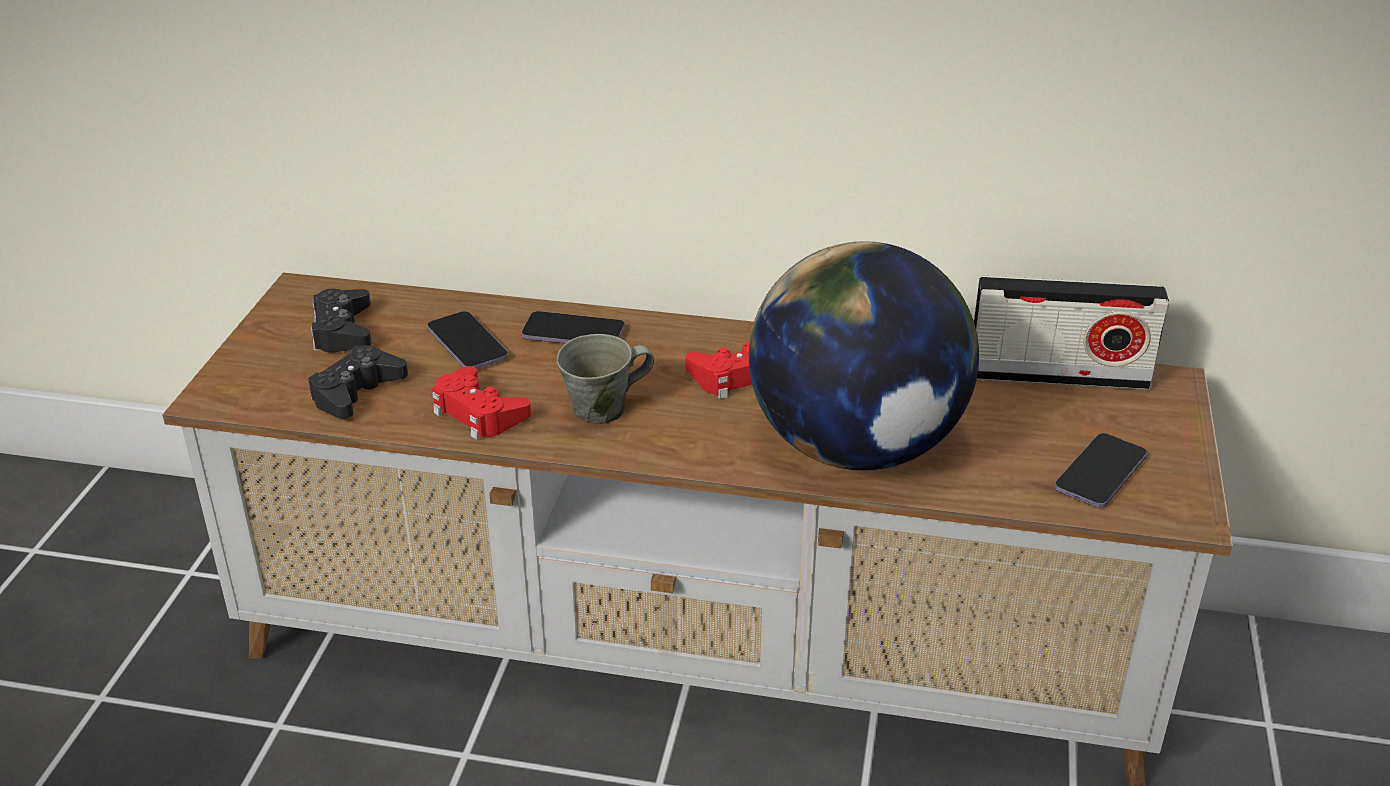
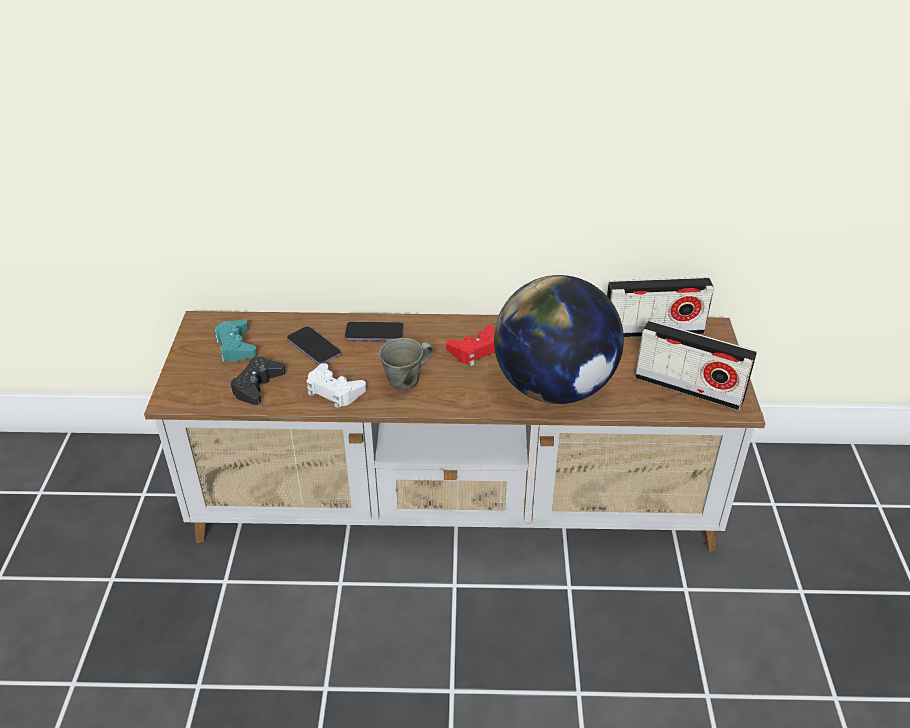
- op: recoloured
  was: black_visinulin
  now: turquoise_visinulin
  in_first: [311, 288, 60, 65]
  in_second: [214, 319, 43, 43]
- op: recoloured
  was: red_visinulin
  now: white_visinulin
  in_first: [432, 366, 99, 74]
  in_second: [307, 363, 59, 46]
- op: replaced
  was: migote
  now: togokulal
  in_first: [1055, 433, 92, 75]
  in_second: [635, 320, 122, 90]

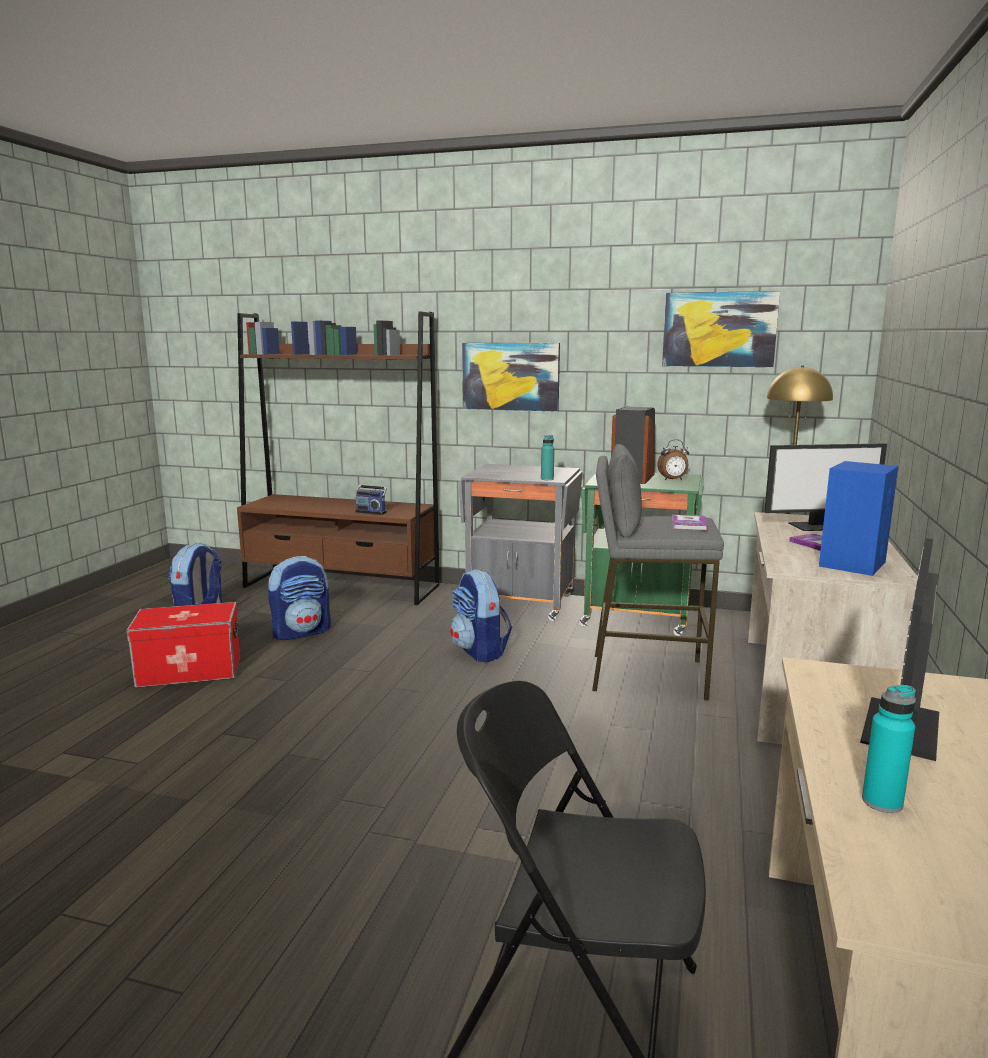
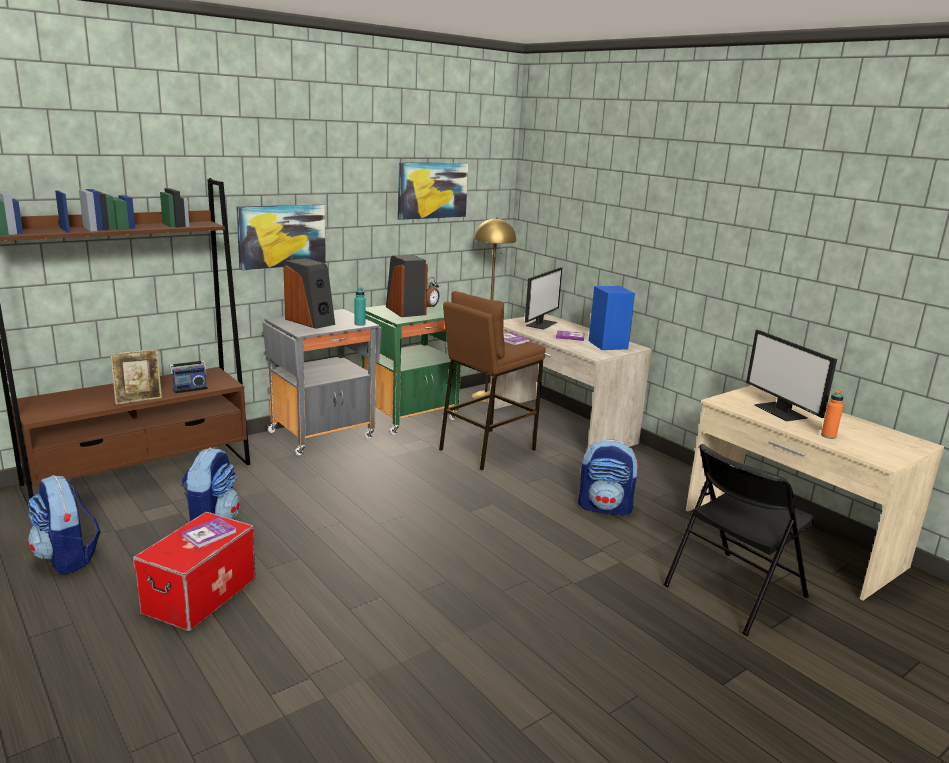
- op: added
  now: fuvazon
  in_second: [110, 349, 52, 56]
- op: added
  now: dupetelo
  in_second: [181, 517, 56, 32]
- op: added
  now: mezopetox
  in_second: [283, 258, 52, 71]
- op: recoloured
  was: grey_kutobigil
  now: brown_kutobigil
  in_first: [592, 444, 132, 257]
  in_second: [439, 291, 107, 180]
- op: moved
  was: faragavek
  in_first: [450, 569, 62, 94]
  in_second: [578, 439, 61, 77]
- op: recoloured
  was: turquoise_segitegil
  now: orange_segitegil
  in_first: [862, 685, 54, 128]
  in_second: [821, 390, 23, 49]

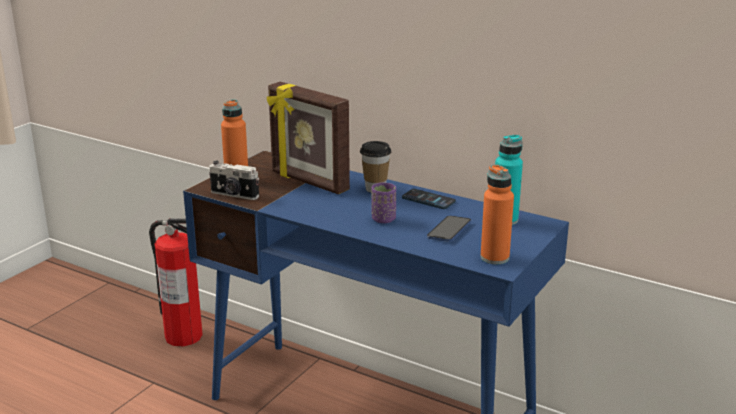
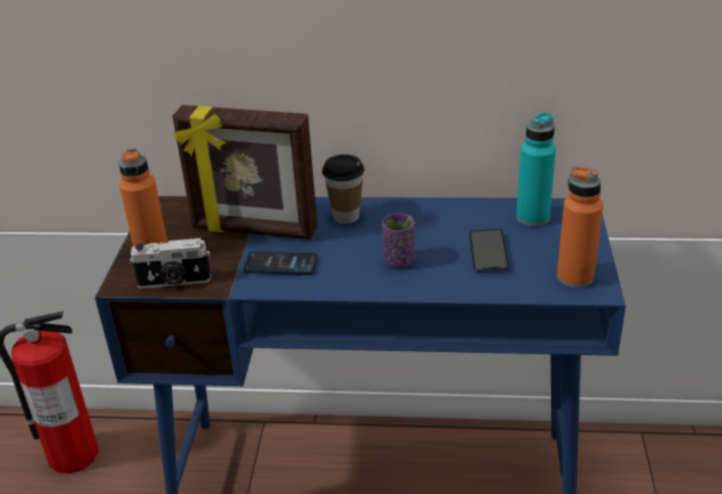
- op: moved
  was: migote
  in_first: [402, 189, 54, 20]
  in_second: [244, 251, 73, 24]

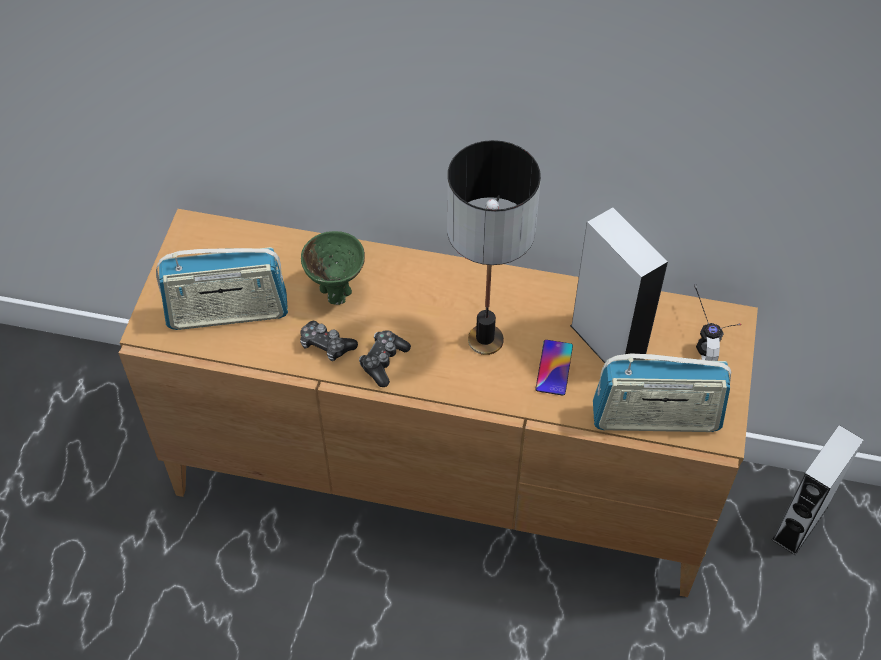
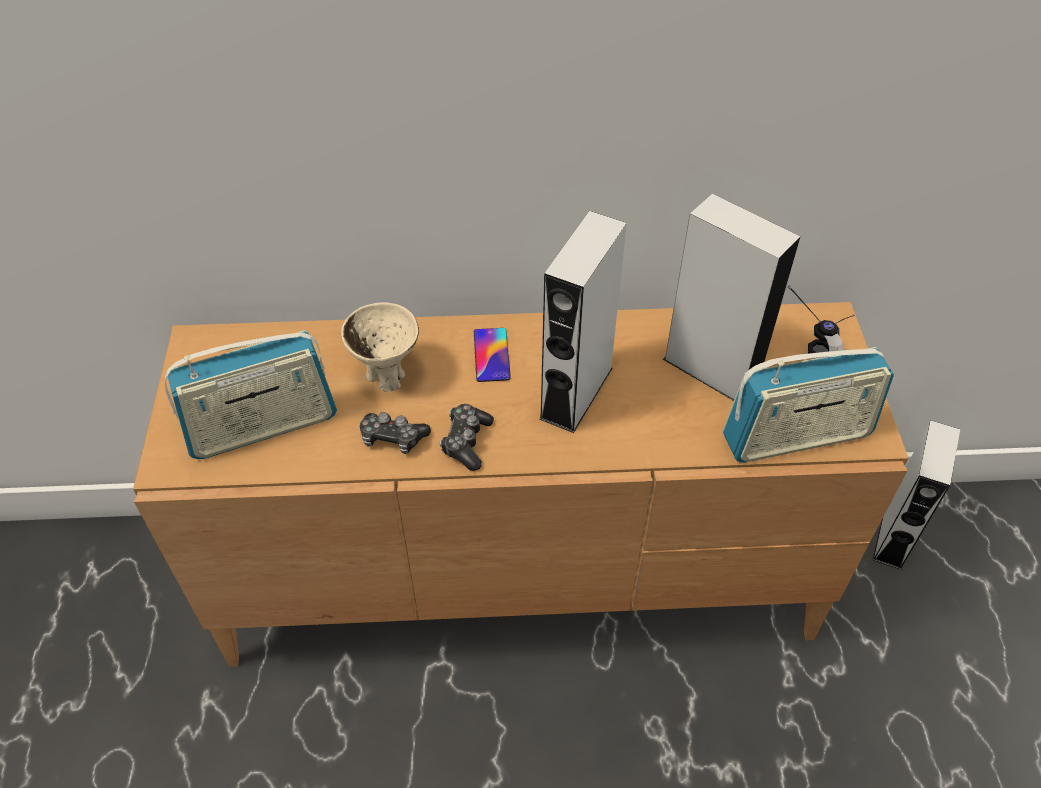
- op: recoloured
  was: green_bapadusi
  now: beige_bapadusi
  in_first: [301, 231, 64, 74]
  in_second: [341, 302, 78, 89]
- op: moved
  was: migote
  in_first: [535, 340, 38, 56]
  in_second: [474, 328, 37, 54]
- op: replaced
  was: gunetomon
  now: grey_mezopetox
  in_first: [447, 140, 94, 215]
  in_second: [539, 211, 88, 222]

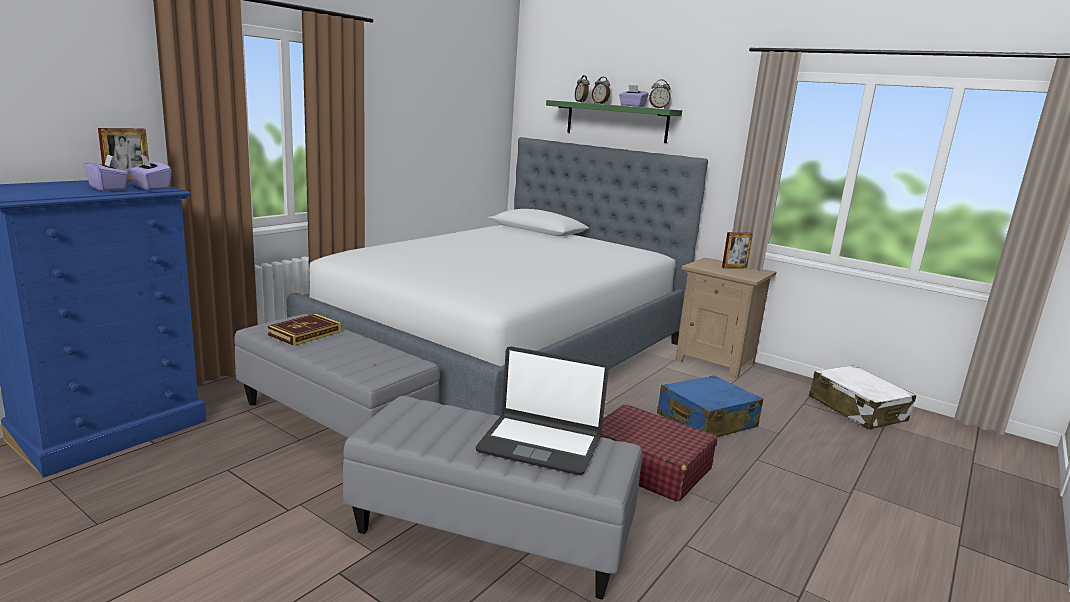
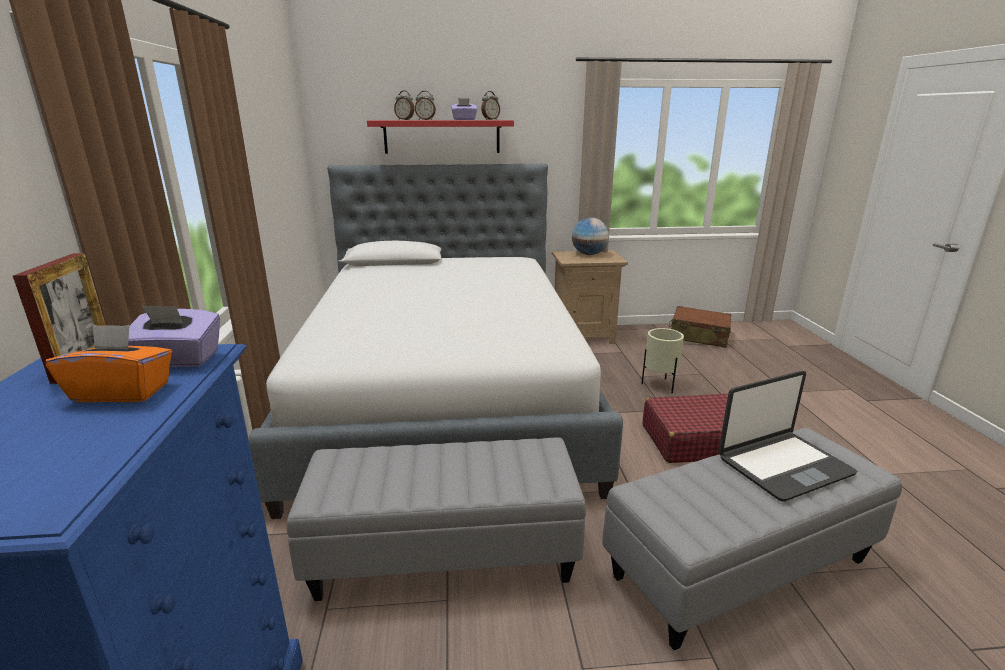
- op: recoloured
  was: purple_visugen
  now: orange_visugen
  in_first: [84, 154, 45, 37]
  in_second: [46, 325, 126, 77]
- op: recoloured
  was: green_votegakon
  now: red_votegakon
  in_first: [546, 100, 136, 43]
  in_second: [367, 120, 147, 34]
- op: replaced
  was: fuvazon
  now: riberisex
  in_first: [722, 232, 31, 36]
  in_second: [572, 217, 37, 38]
- op: replaced
  was: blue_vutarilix
  now: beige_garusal
  in_first: [657, 376, 106, 61]
  in_second: [641, 328, 43, 65]
- op: recoloured
  was: white_vutarilix
  now: brown_vutarilix
  in_first: [809, 365, 107, 64]
  in_second: [669, 306, 62, 42]
- op: removed
  was: dupetelo
  in_first: [268, 314, 73, 32]

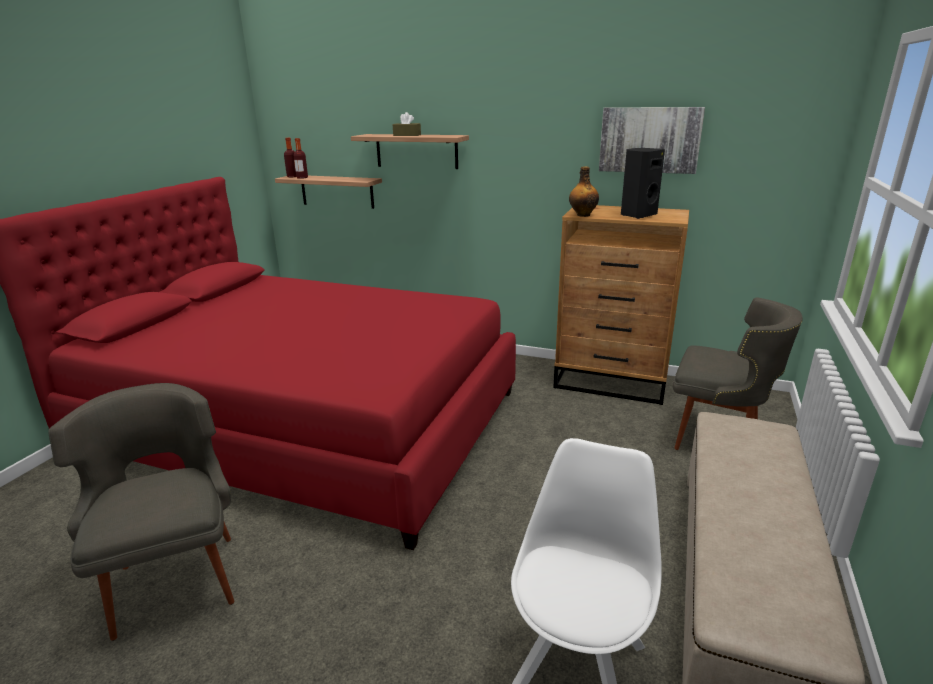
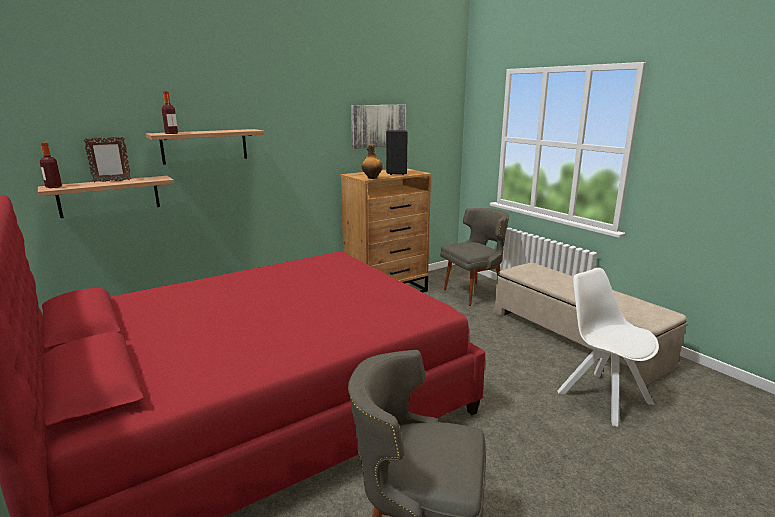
- op: added
  now: fuvazon
  in_second: [83, 137, 48, 45]
- op: moved
  was: segitegil
  in_first: [294, 138, 14, 41]
  in_second: [162, 91, 16, 43]
- op: removed
  was: brown_visugen
  in_first: [393, 112, 28, 24]

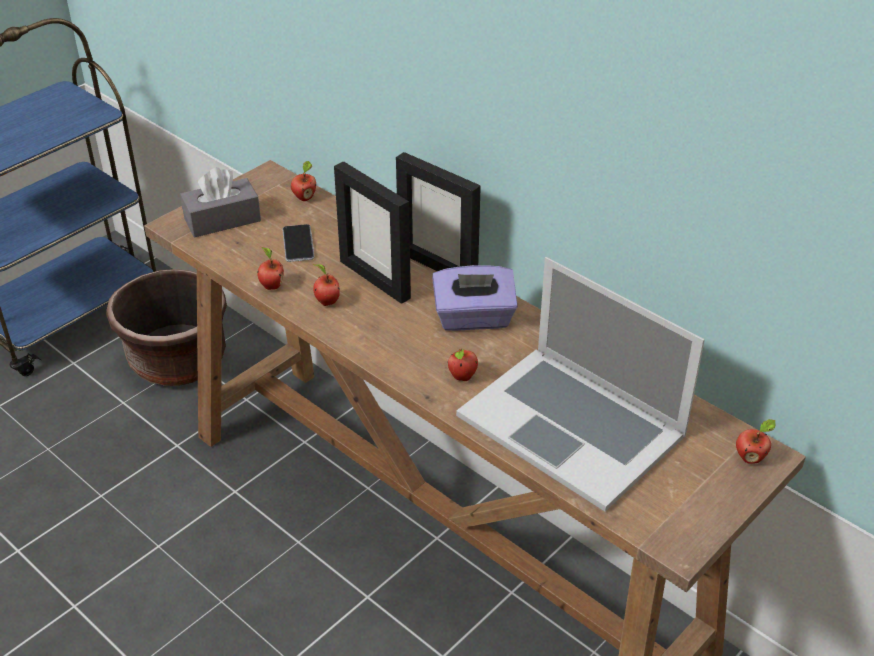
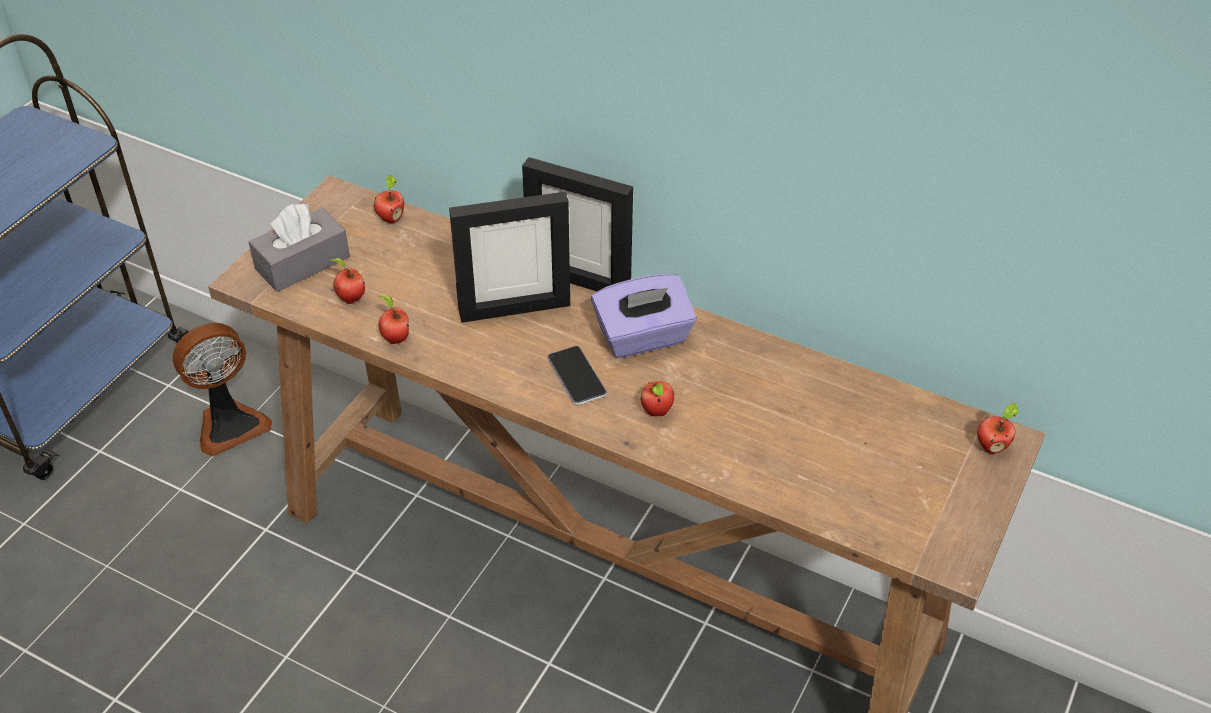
- op: replaced
  was: brown_garusal
  now: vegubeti
  in_first: [106, 269, 121, 117]
  in_second: [172, 323, 100, 134]
- op: moved
  was: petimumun
  in_first: [313, 264, 27, 42]
  in_second: [329, 258, 36, 46]
- op: turned
  was: fuvazon
  in_first: [334, 161, 77, 143]
  in_second: [449, 192, 121, 131]
  clockwise: -45
- op: moved
  was: migote
  in_first: [282, 224, 33, 38]
  in_second: [547, 346, 60, 59]
- op: removed
  was: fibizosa
  in_first: [456, 257, 249, 255]

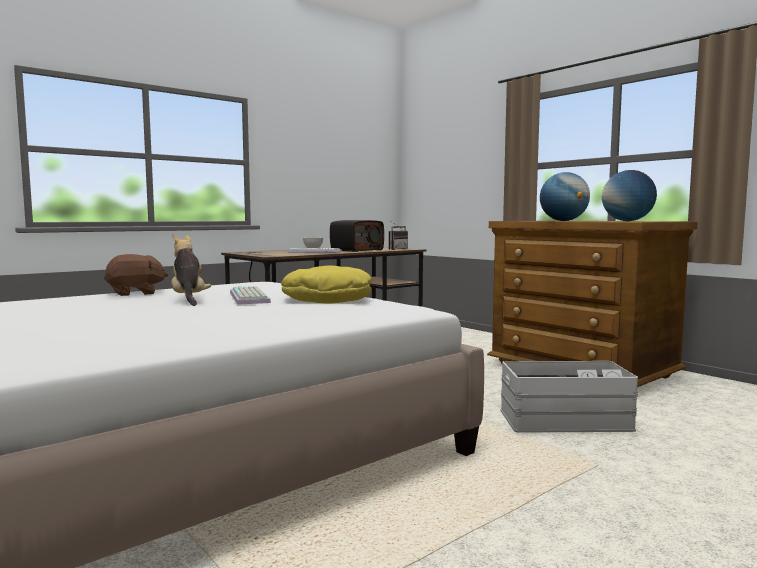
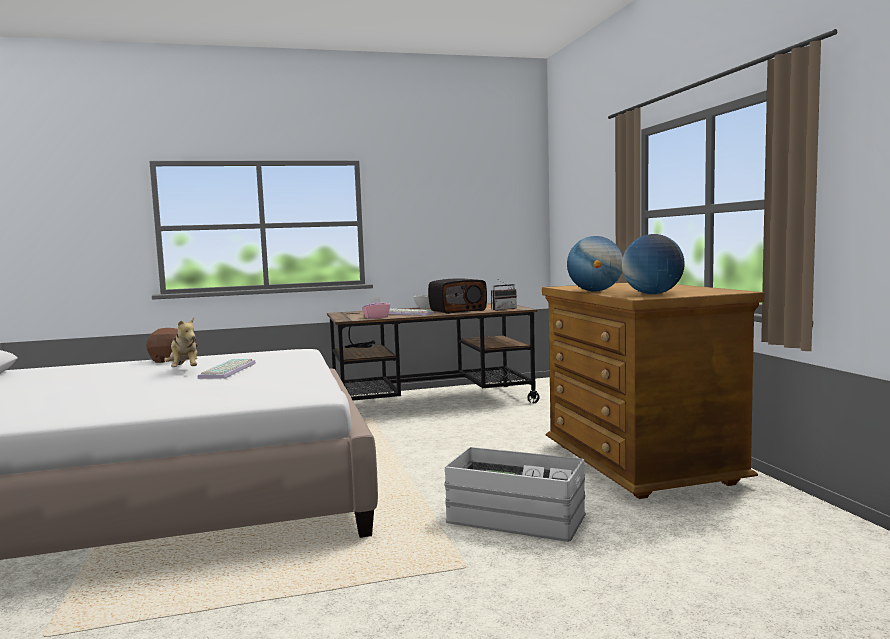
- op: turned
  was: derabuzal
  in_first: [171, 234, 40, 72]
  in_second: [164, 317, 33, 50]
  clockwise: 150
- op: added
  now: pink_visugen
  in_second: [362, 297, 28, 22]
- op: removed
  was: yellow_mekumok
  in_first: [281, 266, 90, 38]

